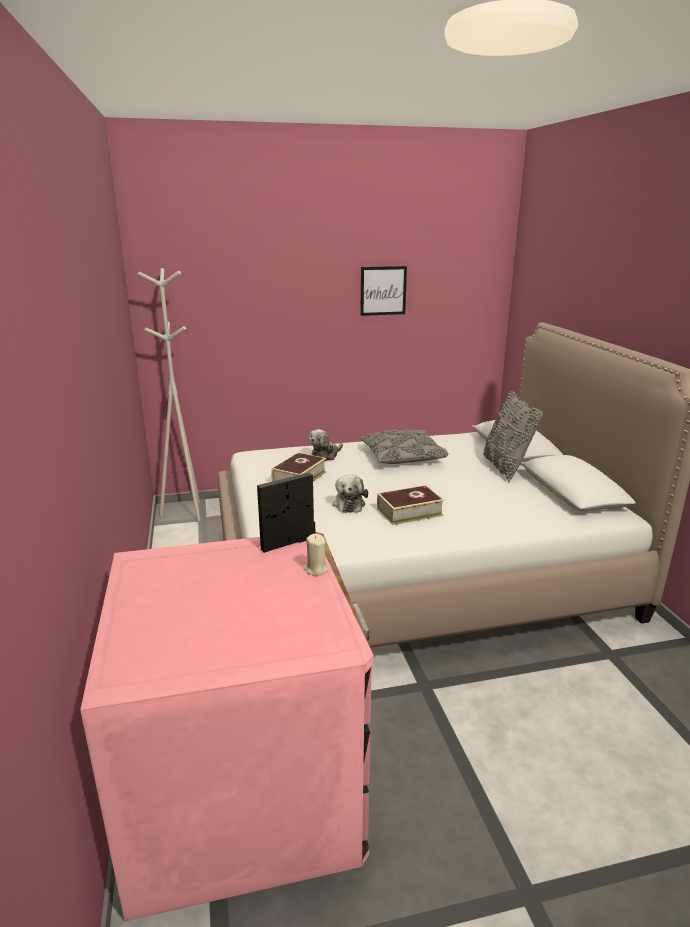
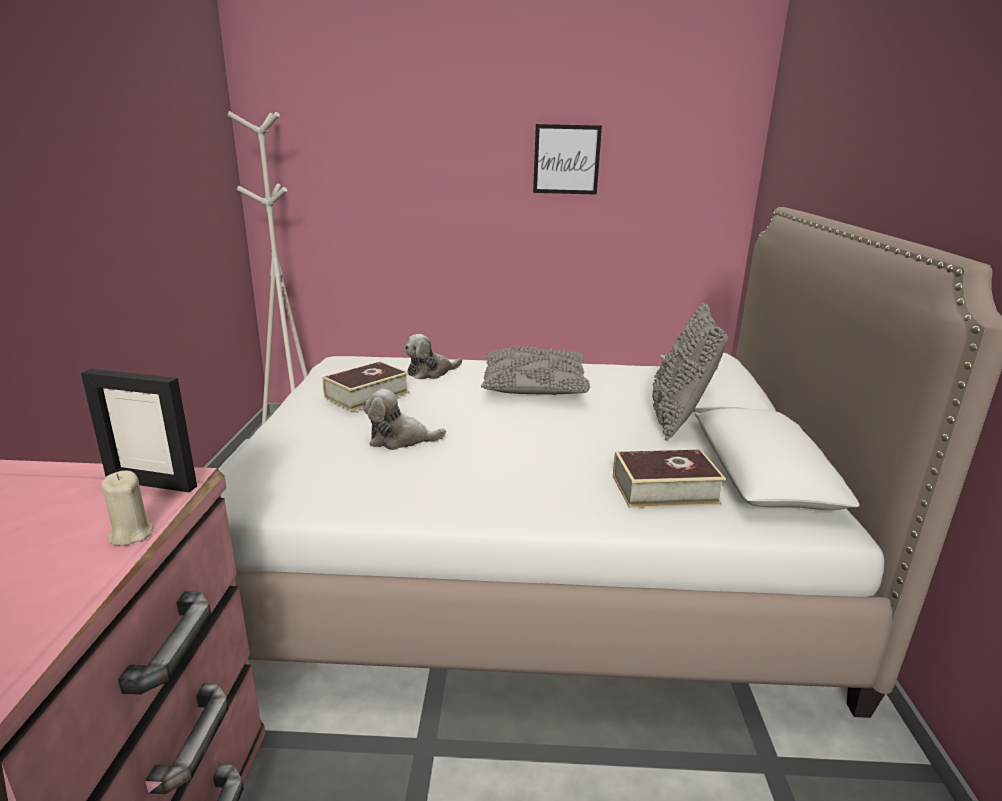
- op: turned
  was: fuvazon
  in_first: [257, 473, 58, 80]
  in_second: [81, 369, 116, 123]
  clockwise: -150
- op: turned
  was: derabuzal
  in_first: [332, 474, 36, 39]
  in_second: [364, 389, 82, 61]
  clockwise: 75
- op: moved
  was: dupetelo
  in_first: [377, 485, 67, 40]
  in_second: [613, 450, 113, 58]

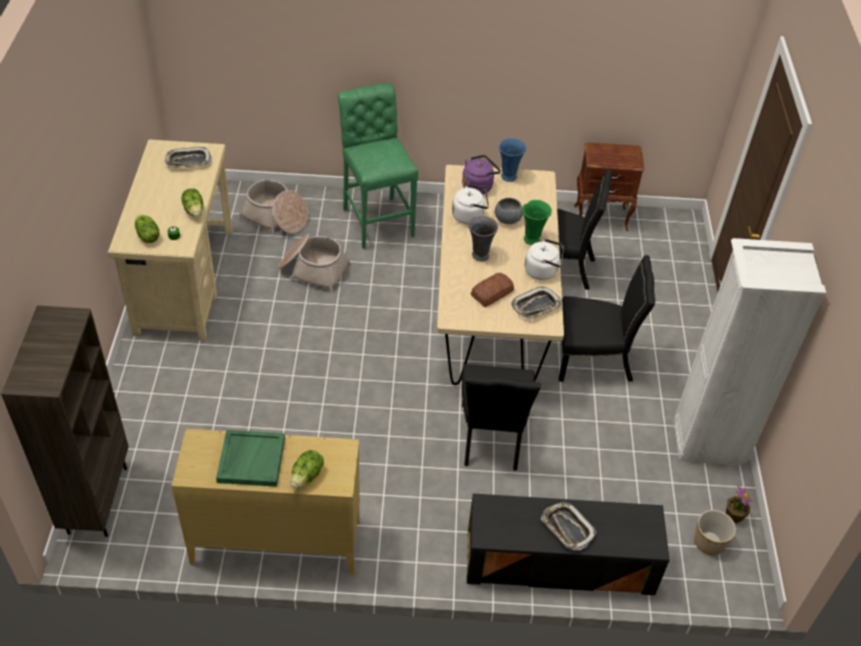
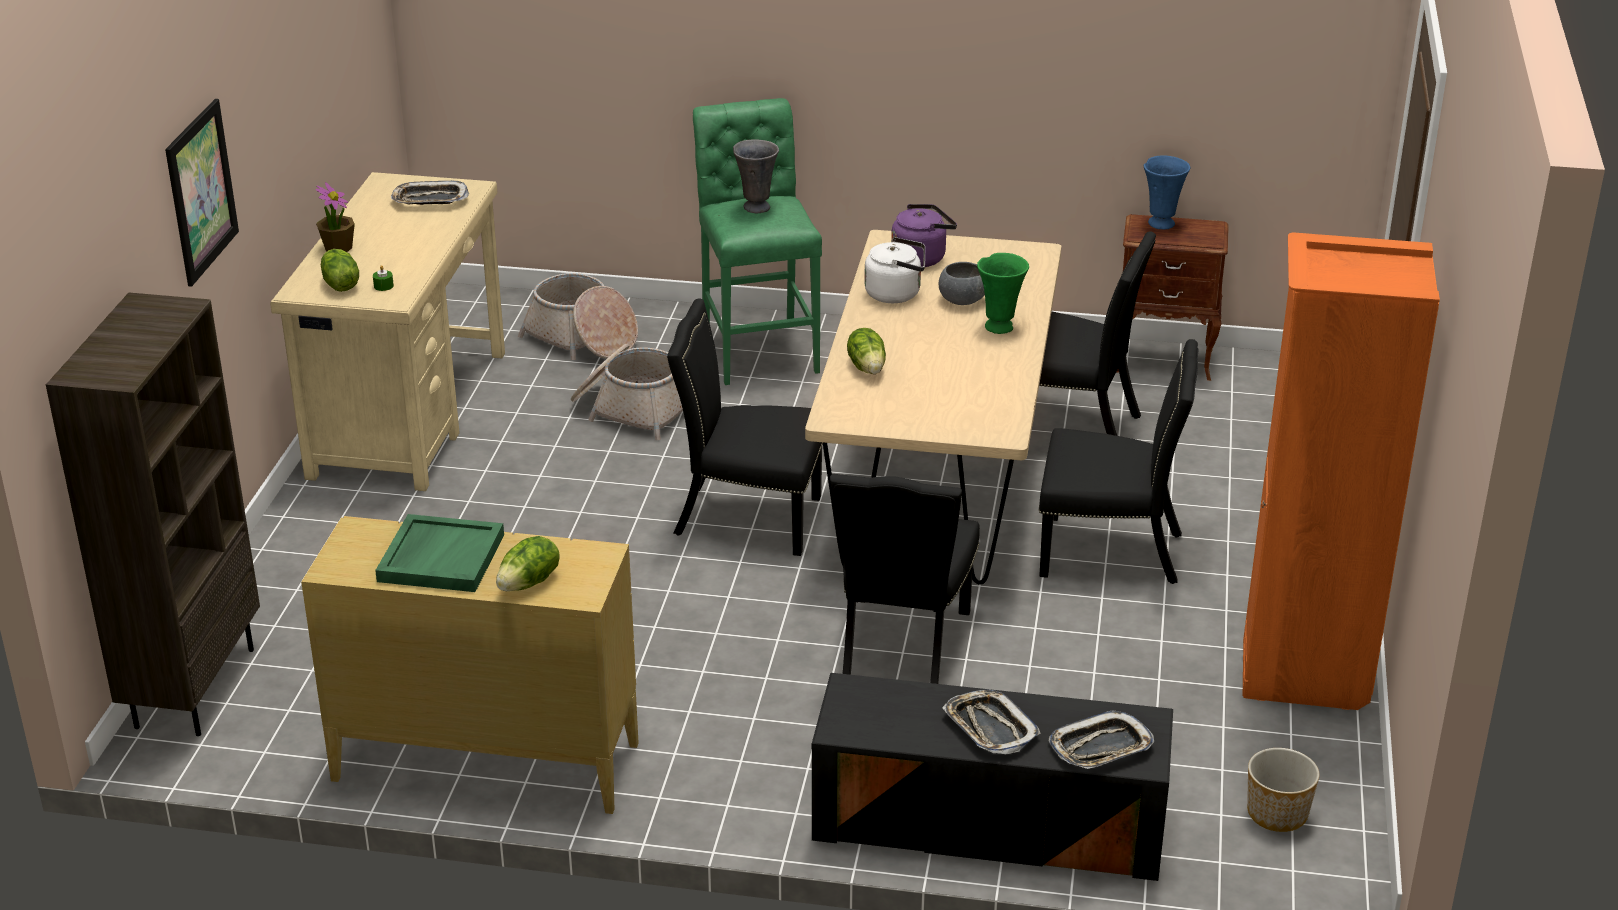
- op: added
  now: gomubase
  in_second: [165, 99, 74, 188]
- op: moved
  was: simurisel
  in_first: [726, 486, 26, 37]
  in_second: [316, 182, 39, 70]
- op: added
  now: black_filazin
  in_second: [667, 298, 156, 258]
- op: moved
  was: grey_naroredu
  in_first: [469, 216, 29, 45]
  in_second: [733, 139, 46, 74]
- op: moved
  was: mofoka
  in_first: [181, 188, 22, 30]
  in_second: [847, 328, 39, 46]
- op: moved
  was: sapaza
  in_first: [511, 286, 51, 34]
  in_second: [1048, 710, 106, 59]
- op: moved
  was: blue_naroredu
  in_first: [499, 138, 27, 44]
  in_second: [1144, 155, 46, 75]
- op: recoloured
  was: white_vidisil
  now: orange_vidisil
  in_first: [674, 238, 152, 227]
  in_second: [1243, 233, 197, 477]
- op: removed
  was: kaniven
  in_first: [471, 273, 43, 35]
- op: removed
  was: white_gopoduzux
  in_first: [525, 239, 39, 41]

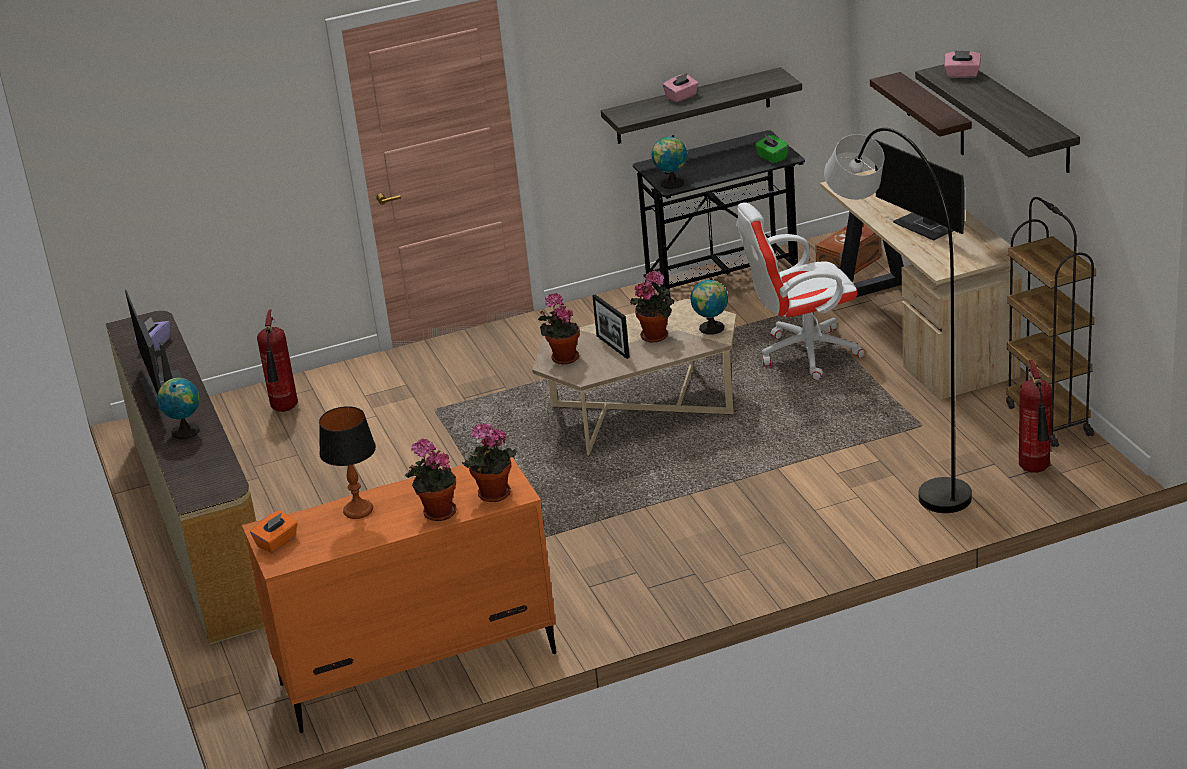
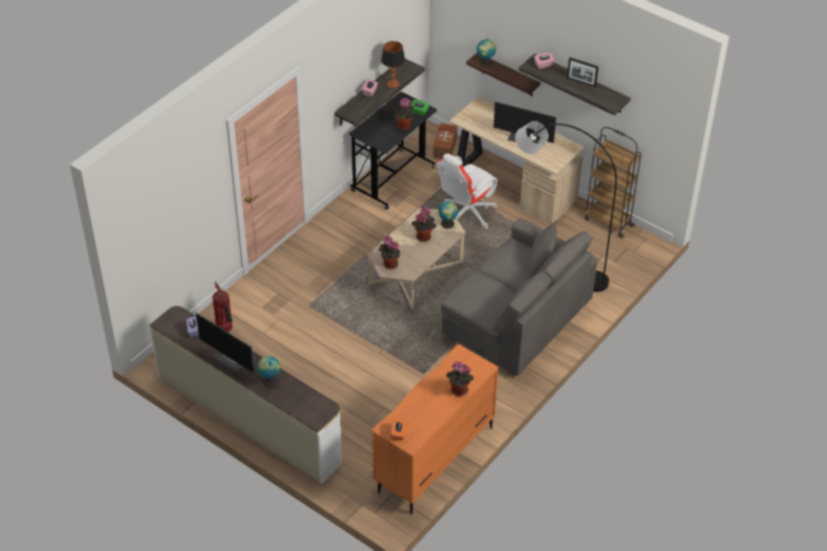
- op: recoloured
  was: brown_vidisil
  now: white_vidisil
  in_first: [106, 311, 159, 333]
  in_second: [150, 306, 192, 178]
- op: moved
  was: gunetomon
  in_first: [319, 406, 57, 113]
  in_second: [381, 41, 24, 47]
- op: moved
  was: simurisel
  in_first: [462, 423, 55, 79]
  in_second: [394, 98, 20, 32]
- op: added
  now: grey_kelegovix
  in_second: [440, 218, 158, 158]
- op: moved
  was: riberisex
  in_first: [652, 135, 35, 54]
  in_second: [477, 39, 19, 28]
- op: moved
  was: fuvazon
  in_first: [592, 294, 38, 65]
  in_second: [567, 57, 32, 30]
- op: removed
  was: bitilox
  in_first: [1019, 360, 33, 113]

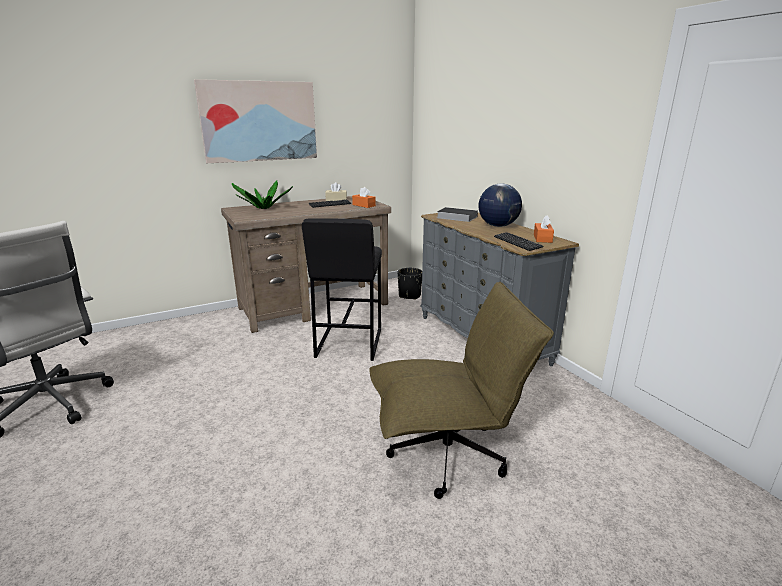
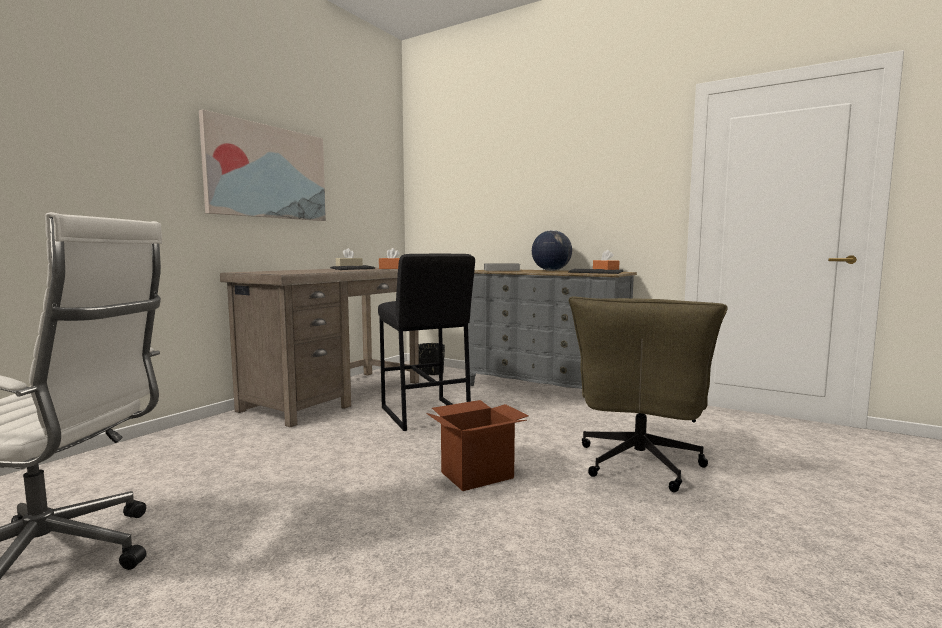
- op: added
  now: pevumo
  in_second: [426, 400, 102, 91]
- op: turned
  was: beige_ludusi
  in_first: [369, 282, 185, 217]
  in_second: [569, 297, 159, 195]
  clockwise: 150
- op: removed
  was: simurisel
  in_first: [232, 180, 61, 29]

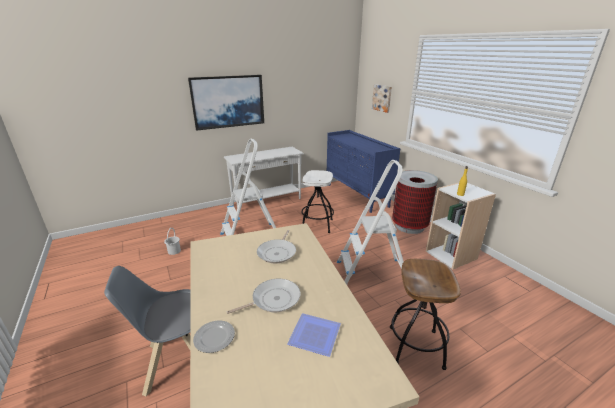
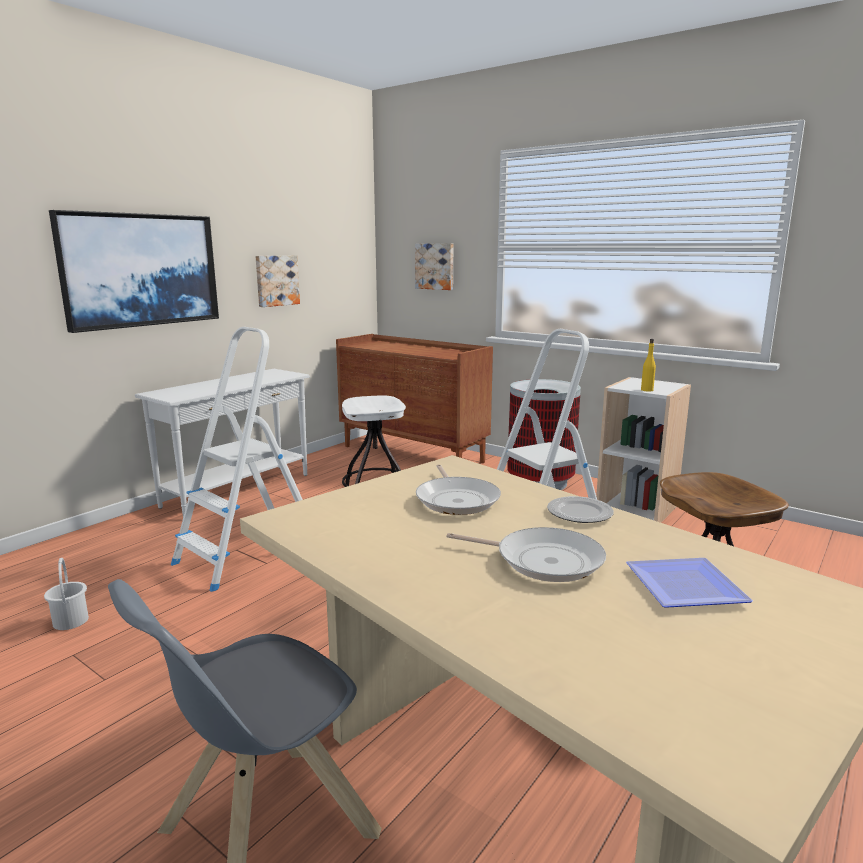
- op: added
  now: gomubase
  in_second: [255, 255, 45, 52]
- op: recoloured
  was: blue_vidisil
  now: brown_vidisil
  in_first: [327, 130, 74, 83]
  in_second: [336, 334, 157, 129]
- op: turned
  was: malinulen
  in_first: [227, 279, 73, 35]
  in_second: [446, 527, 160, 55]
  clockwise: 75
- op: moved
  was: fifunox
  in_first: [193, 320, 42, 33]
  in_second: [547, 496, 67, 27]

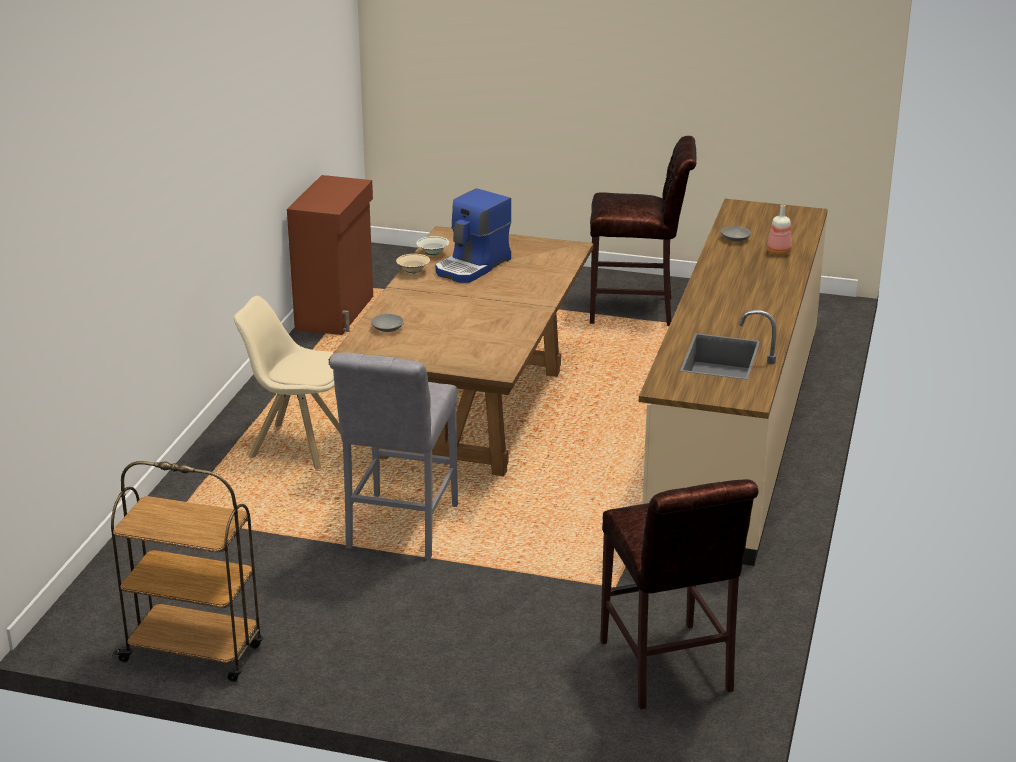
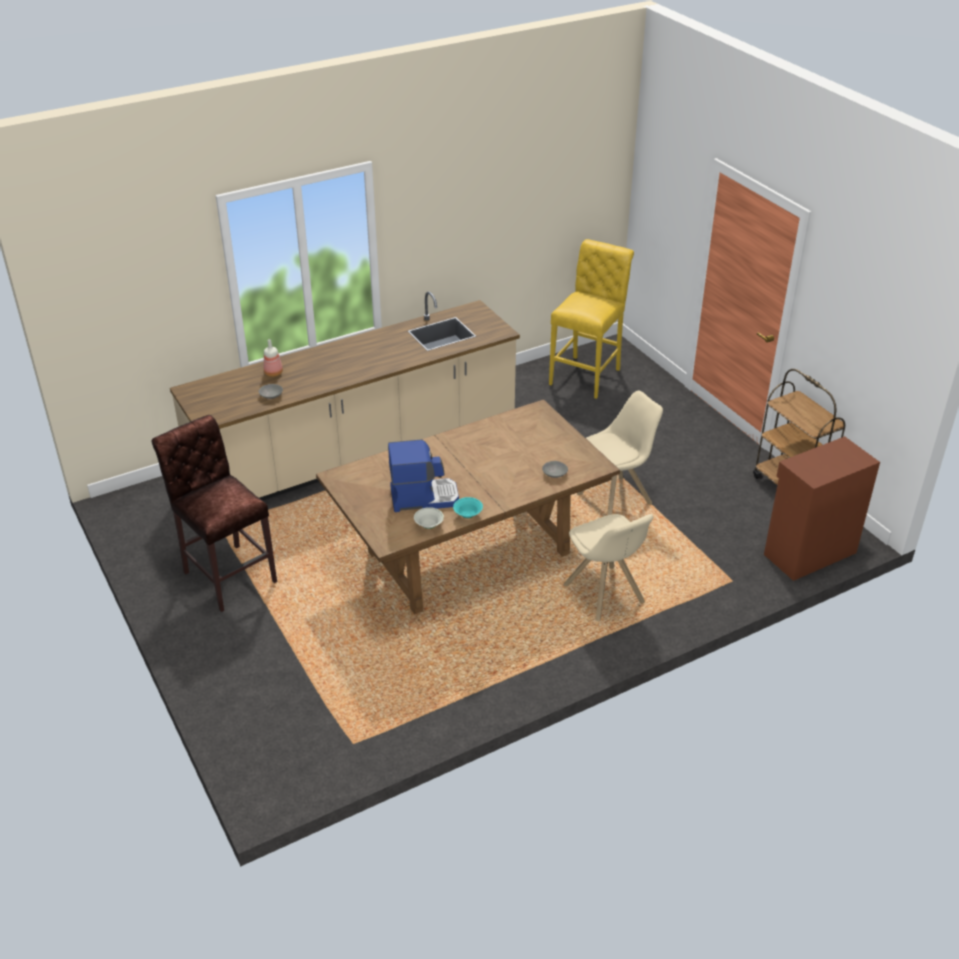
- op: recoloured
  was: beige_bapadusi
  now: turquoise_bapadusi
  in_first: [396, 254, 34, 19]
  in_second: [453, 497, 30, 21]
- op: recoloured
  was: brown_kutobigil
  now: yellow_kutobigil
  in_first: [600, 479, 158, 230]
  in_second: [549, 239, 85, 160]
- op: replaced
  was: grey_kutobigil
  now: beige_filazin
  in_first: [329, 353, 129, 207]
  in_second: [577, 390, 86, 125]
- op: moved
  was: brown_vidisil
  in_first: [287, 175, 86, 160]
  in_second: [764, 436, 116, 145]

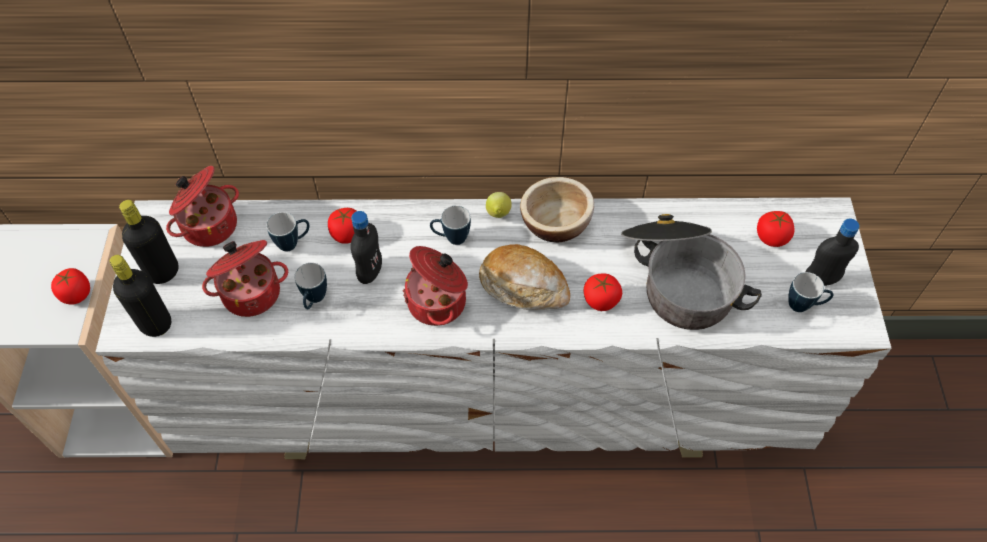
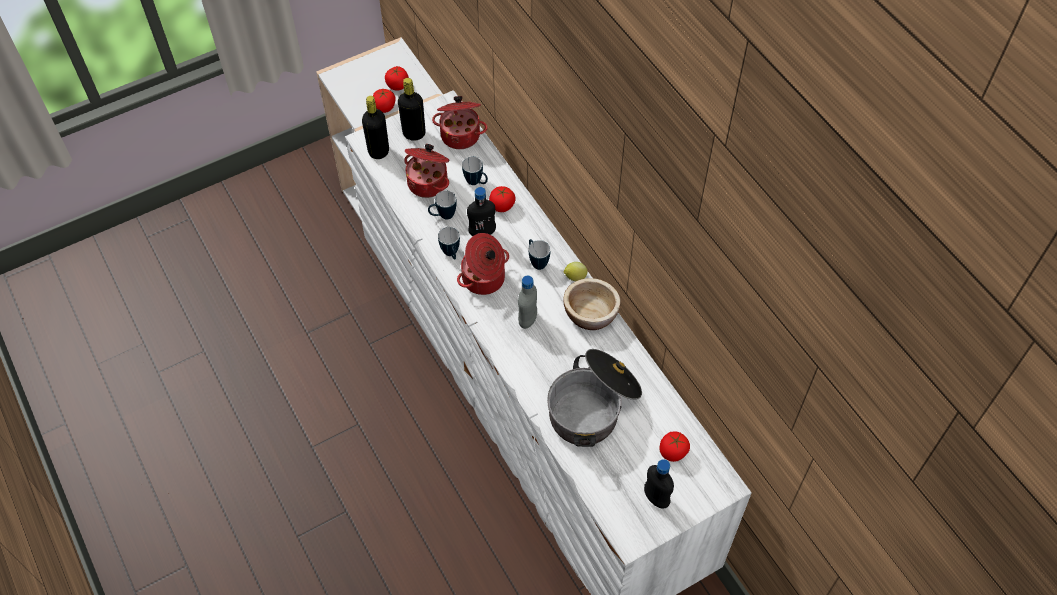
- op: moved
  was: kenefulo
  in_first: [584, 273, 38, 38]
  in_second: [385, 66, 24, 25]
- op: moved
  was: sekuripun
  in_first: [788, 272, 45, 40]
  in_second: [438, 227, 22, 33]
- op: replaced
  was: kaniven
  now: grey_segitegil
  in_first: [479, 244, 91, 66]
  in_second: [518, 276, 19, 53]

